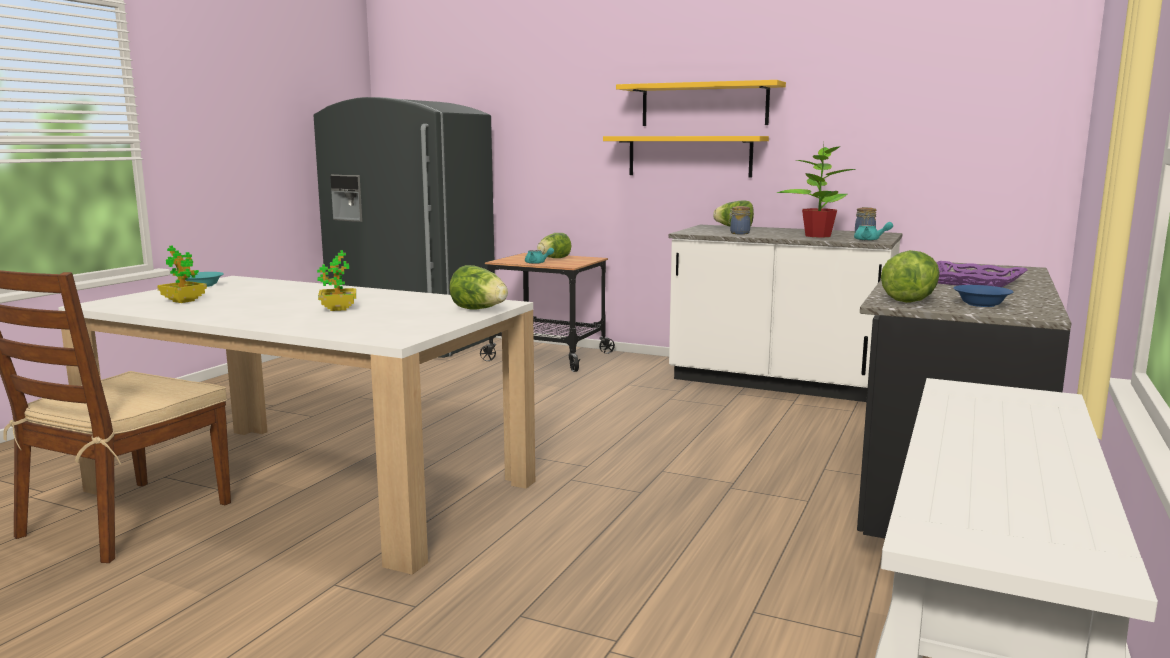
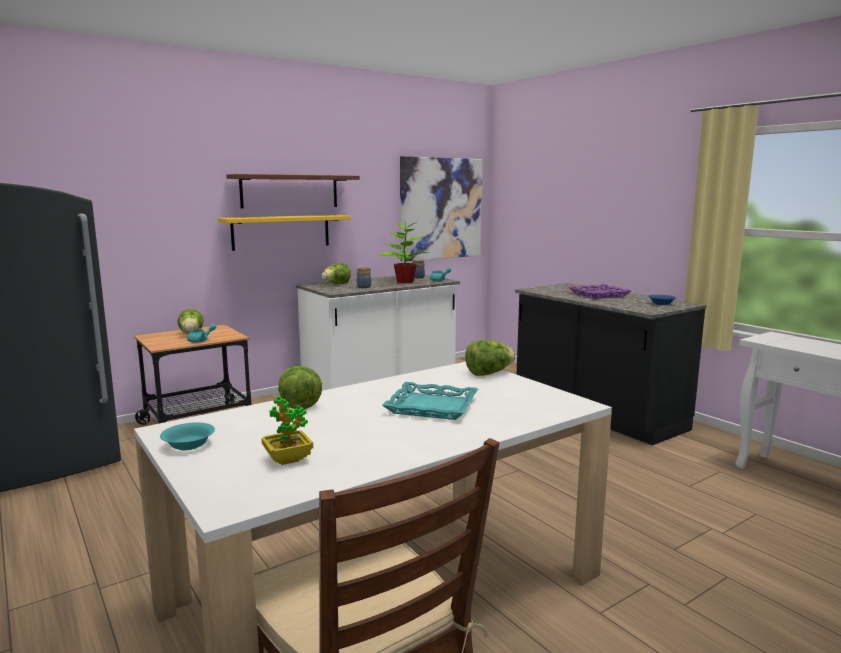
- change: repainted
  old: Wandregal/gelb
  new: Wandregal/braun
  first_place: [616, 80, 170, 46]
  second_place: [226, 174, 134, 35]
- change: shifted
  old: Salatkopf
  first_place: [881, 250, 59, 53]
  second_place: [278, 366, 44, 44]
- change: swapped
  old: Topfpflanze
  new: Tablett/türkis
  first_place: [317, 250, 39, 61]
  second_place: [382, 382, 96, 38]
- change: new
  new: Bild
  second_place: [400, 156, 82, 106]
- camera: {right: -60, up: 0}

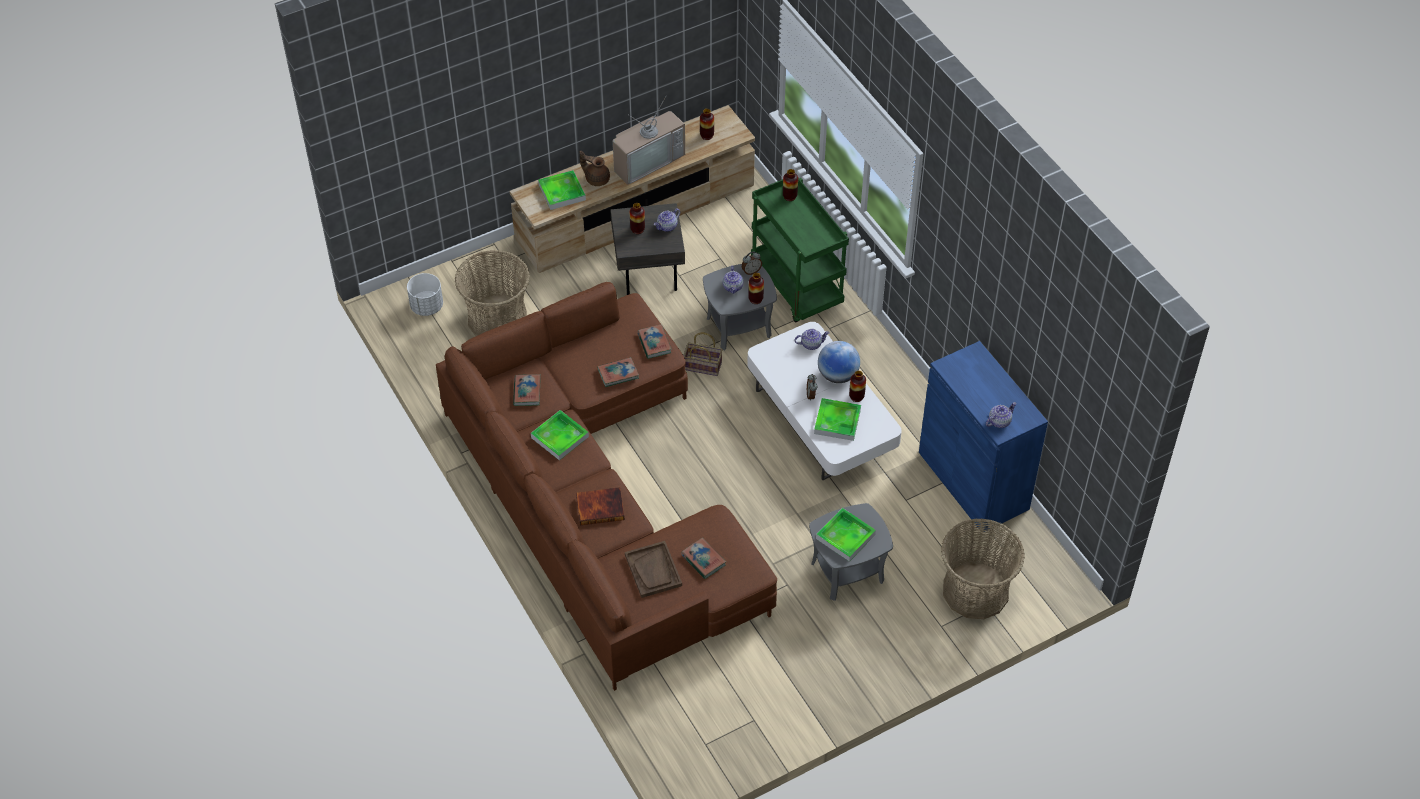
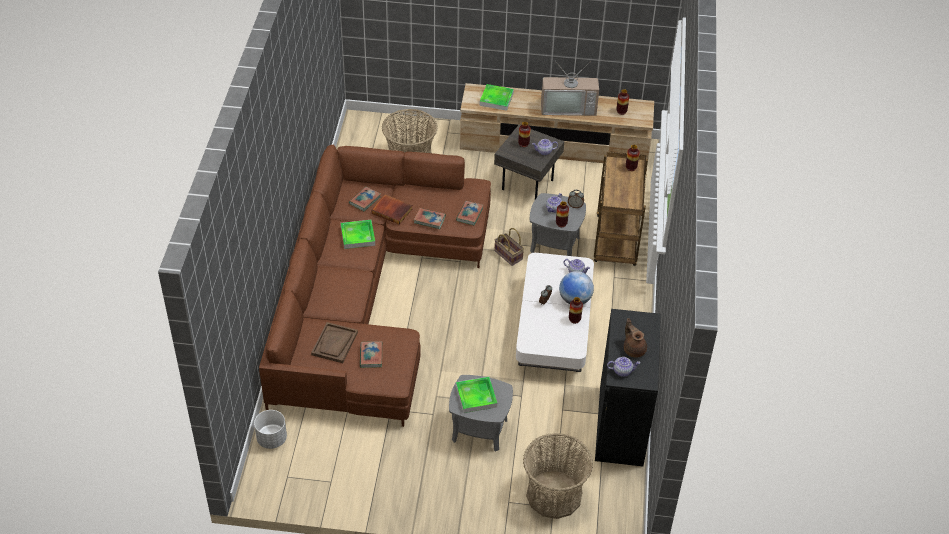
- change: shifted
  old: Pflanzkübel/weiß
  first_place: [407, 273, 36, 43]
  second_place: [254, 410, 33, 39]
- change: shifted
  old: Buch
  first_place: [576, 487, 48, 38]
  second_place: [372, 194, 40, 31]
- change: repainted
  old: Rollwagen/grün
  new: Rollwagen/braun
  first_place: [751, 178, 98, 144]
  second_place: [594, 151, 54, 115]
- change: repainted
  old: Schrank/blau
  new: Schrank/schwarz
  first_place: [919, 341, 129, 191]
  second_place: [595, 309, 66, 157]
- change: shifted
  old: Teekanne/braun
  first_place: [580, 151, 30, 35]
  second_place: [624, 318, 23, 40]
- change: gone
  old: Tablett
  first_place: [814, 398, 47, 43]
- camera: {right: 35, up: -5}

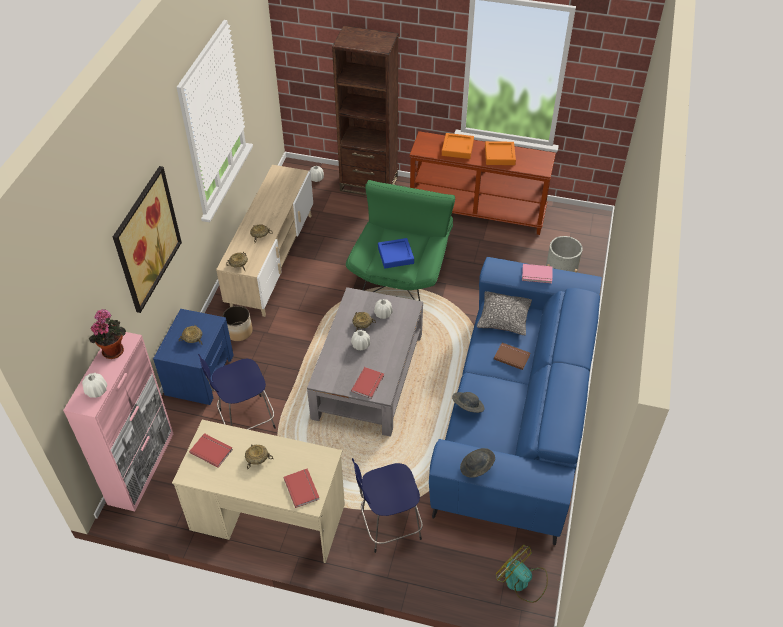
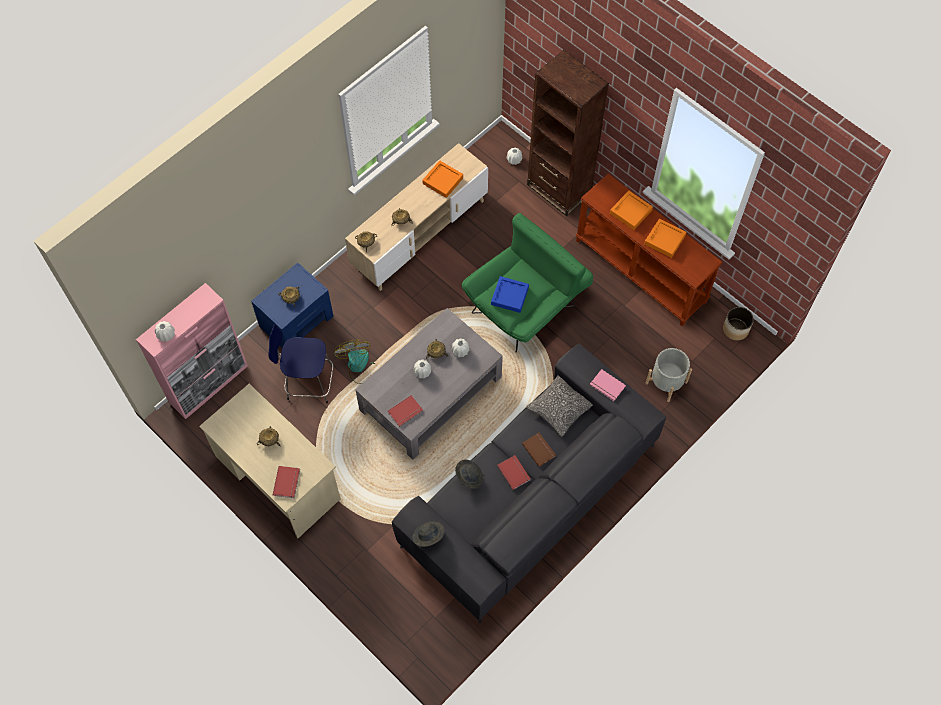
- change: shifted
  old: Ventilator
  first_place: [495, 544, 53, 59]
  second_place: [334, 339, 41, 45]
- change: repainted
  old: Sofa/blau
  new: Sofa/grau
  first_place: [429, 257, 173, 289]
  second_place: [392, 344, 274, 279]
- change: new
  new: Tablett/orange
  second_place: [422, 160, 41, 38]
- change: shifted
  old: Buch/rot
  first_place: [189, 433, 44, 35]
  second_place: [497, 455, 33, 35]
- change: shifted
  old: Pflanzkübel
  first_place: [222, 306, 31, 35]
  second_place: [723, 307, 31, 34]
- change: gone
  old: Topfpflanze
  first_place: [89, 309, 37, 50]
- change: gone
  old: Bild
  first_place: [113, 166, 69, 147]
- change: gone
  old: Hocker/blau
  first_place: [352, 458, 71, 95]
- camera: {right: 30, up: 15}

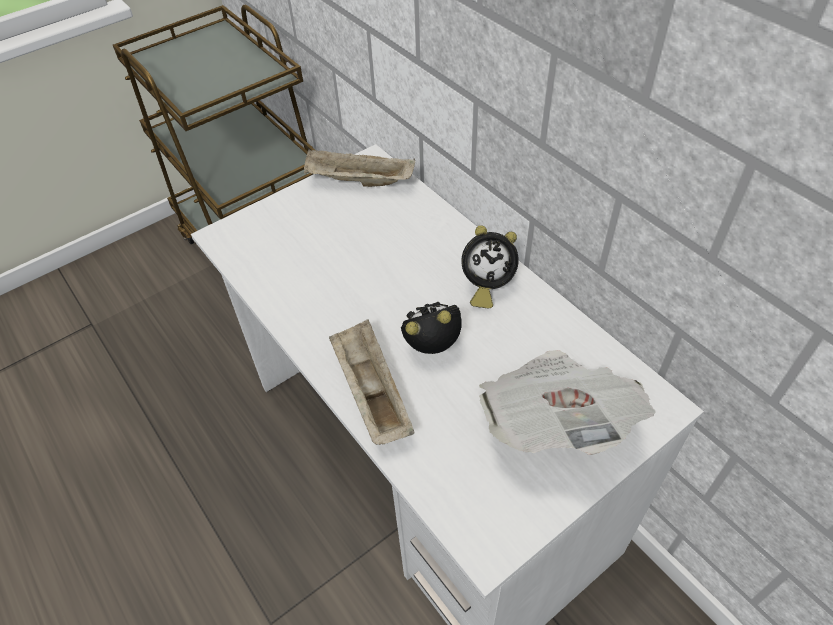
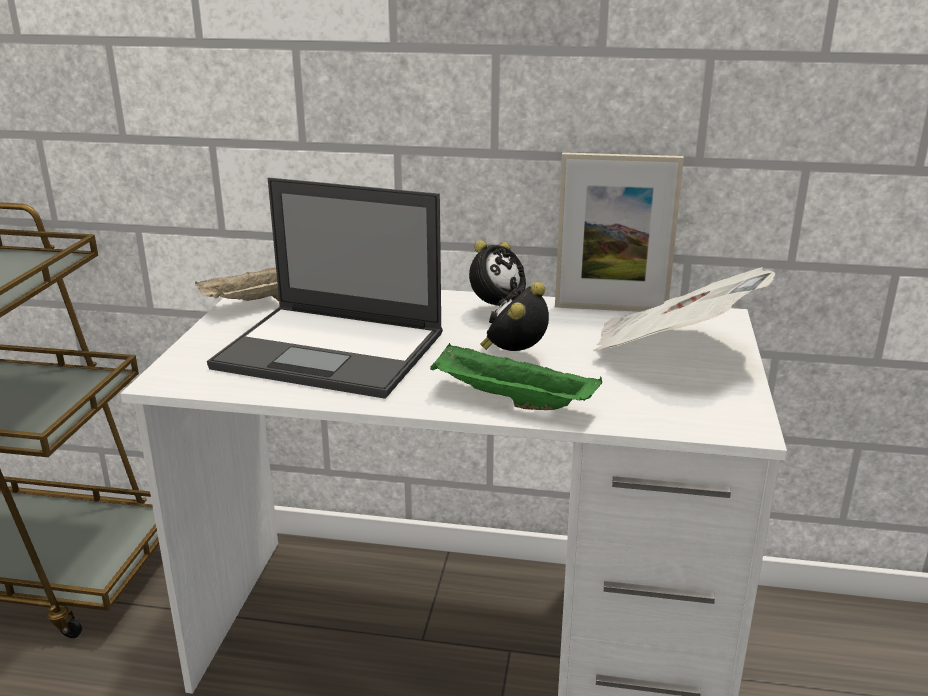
- change: new
  new: Laptop
  second_place: [207, 177, 236, 222]
- change: repainted
  old: Tablett/beige
  new: Tablett/grün
  first_place: [329, 319, 86, 126]
  second_place: [430, 343, 172, 67]
- change: new
  new: Bilderrahmen
  second_place: [555, 152, 129, 160]
- camera: {right: -45, up: -25}

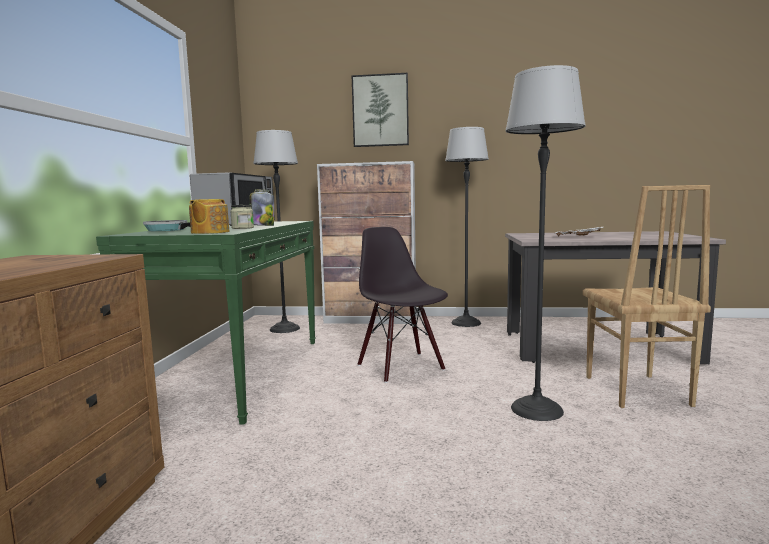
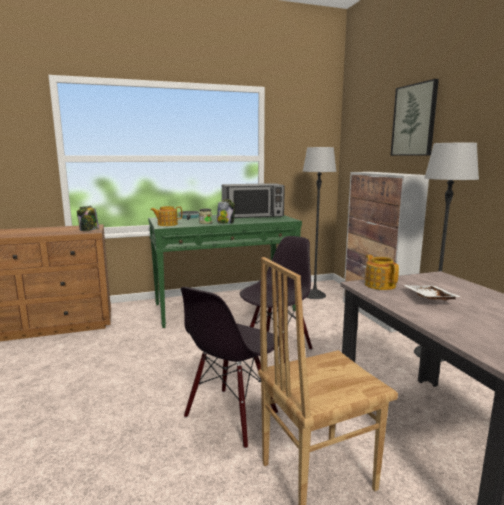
- change: new
  new: Vorratsglas
  second_place: [77, 206, 22, 25]
- change: swapped
  old: Stehlampe
  new: Stuhl/schwarz
  first_place: [506, 65, 80, 356]
  second_place: [181, 287, 98, 162]
- change: new
  new: Teekanne
  second_place: [365, 255, 34, 35]
- camera: {right: 65, up: 5}

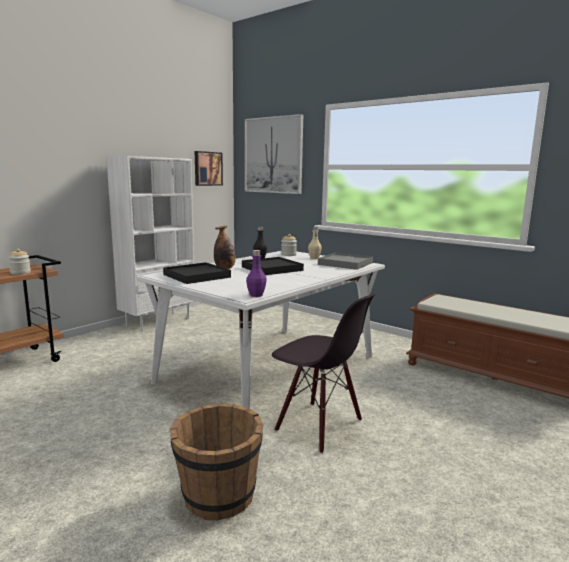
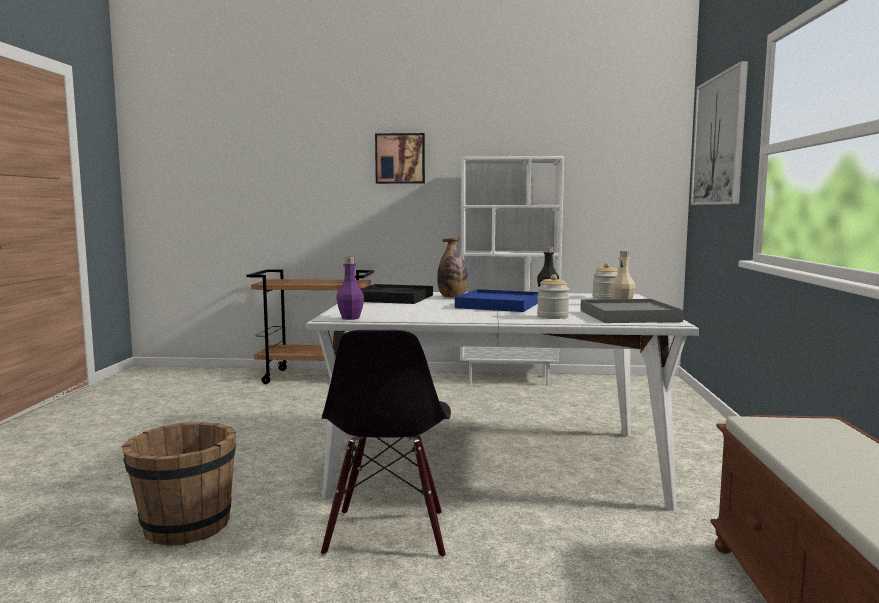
- change: shifted
  old: Bild
  first_place: [195, 151, 28, 35]
  second_place: [375, 133, 50, 51]
- change: repainted
  old: Tablett/schwarz
  new: Tablett/blau
  first_place: [242, 257, 62, 18]
  second_place: [455, 289, 84, 23]
- change: shifted
  old: Vorratsglas
  first_place: [8, 249, 23, 26]
  second_place: [537, 274, 33, 45]
- camera: {right: 55, up: -5}

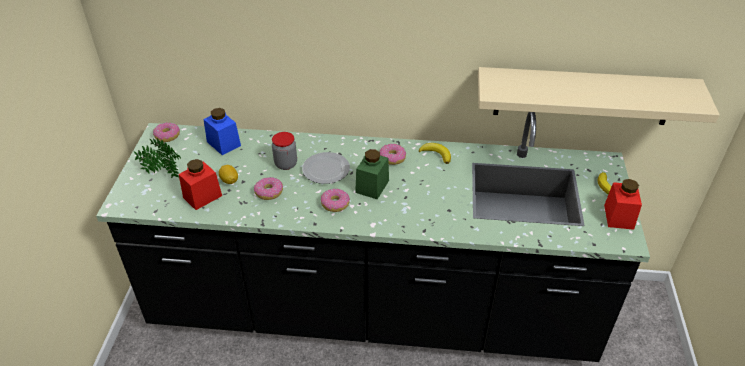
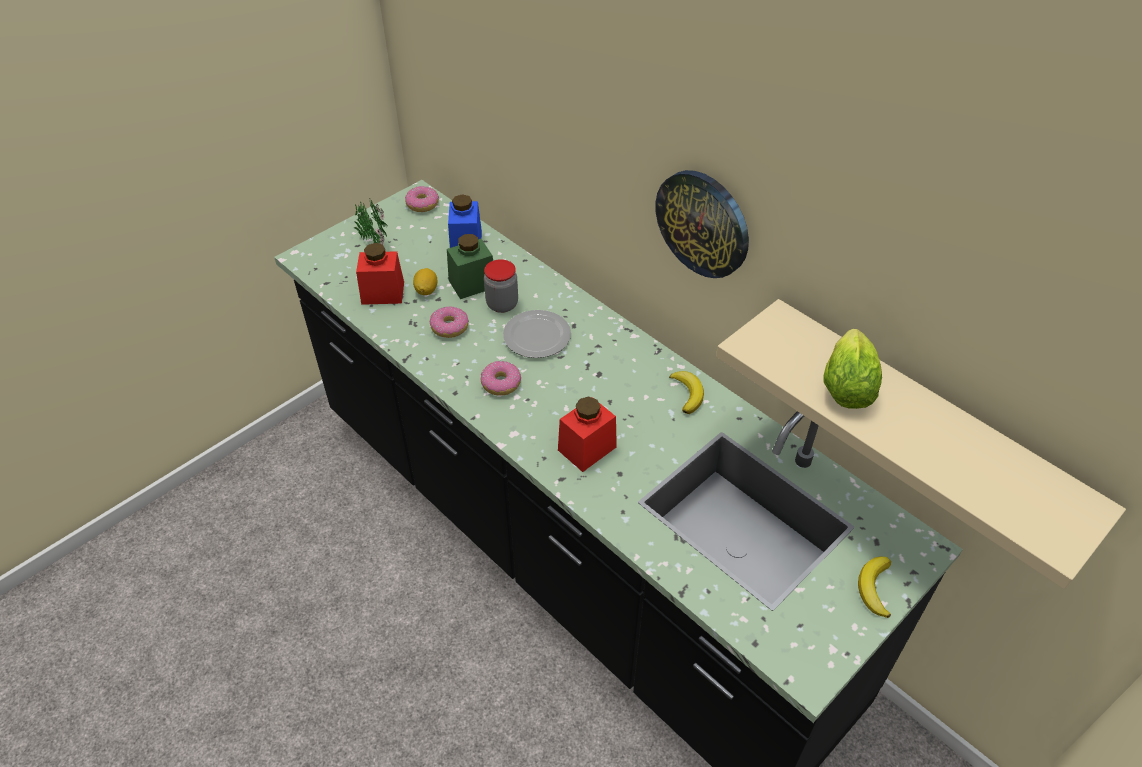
- change: shifted
  old: Vorratsglas/grün
  first_place: [355, 150, 34, 49]
  second_place: [447, 234, 46, 65]
- change: shifted
  old: Vorratsglas/rot
  first_place: [604, 179, 38, 51]
  second_place: [558, 397, 59, 75]
- change: new
  new: Wanduhr
  second_place: [655, 170, 94, 108]
- change: new
  new: Salatkopf
  second_place: [824, 329, 58, 80]
- change: gone
  old: Donut
  first_place: [379, 144, 27, 21]
- camera: {right: 40, up: 5}

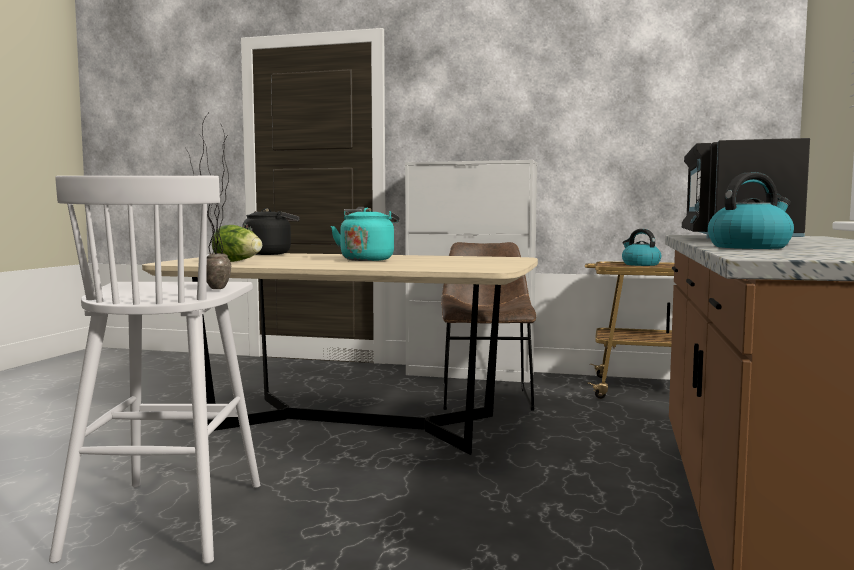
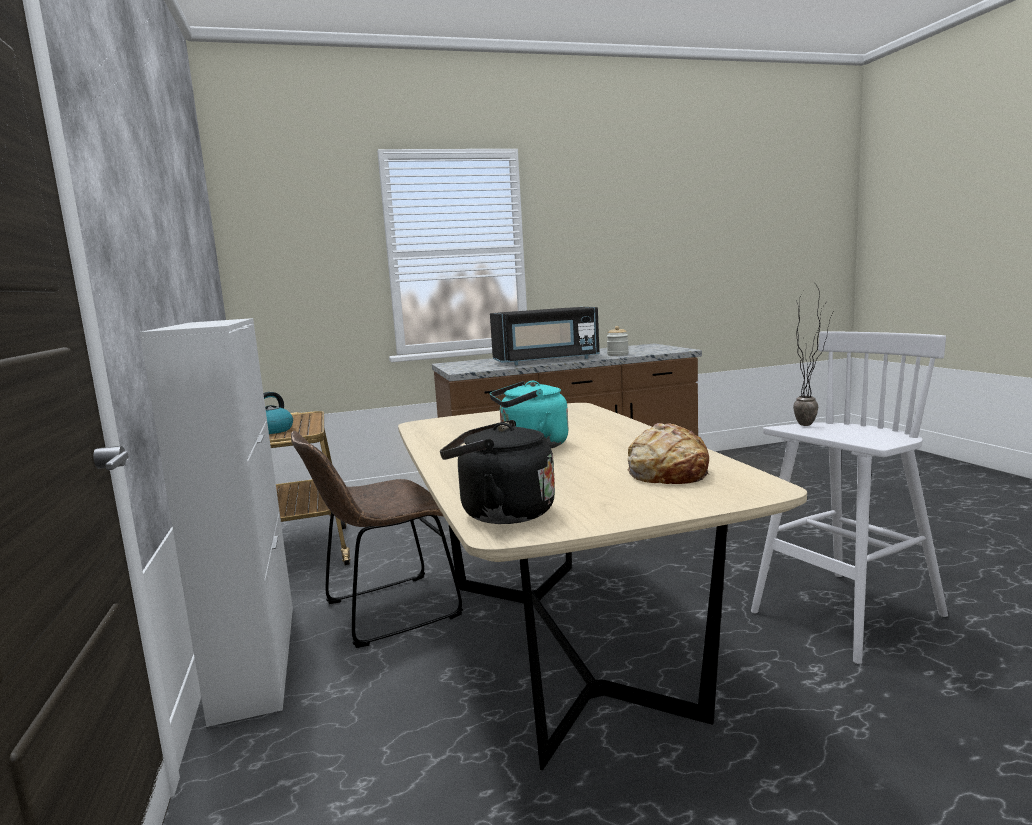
- change: swapped
  old: Wasserkessel
  new: Vorratsglas
  first_place: [708, 172, 86, 77]
  second_place: [607, 326, 22, 30]
- change: swapped
  old: Salatkopf
  new: Brot
  first_place: [212, 225, 50, 37]
  second_place: [627, 423, 82, 61]
- camera: {right: -120, up: 5}

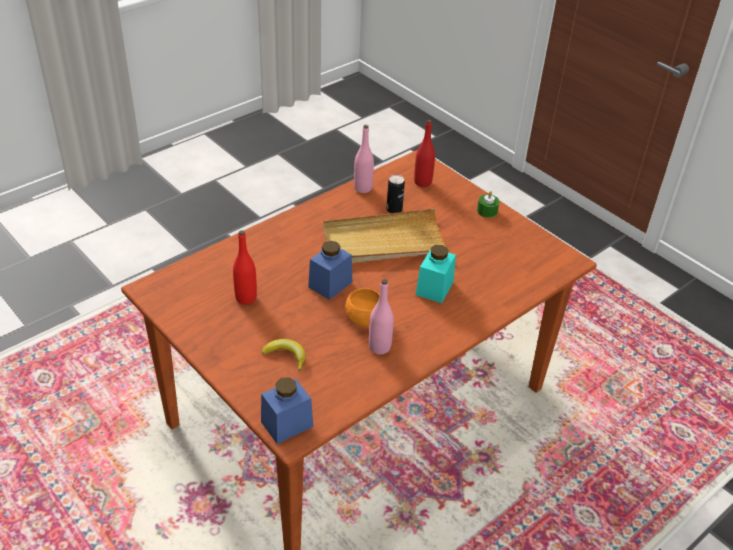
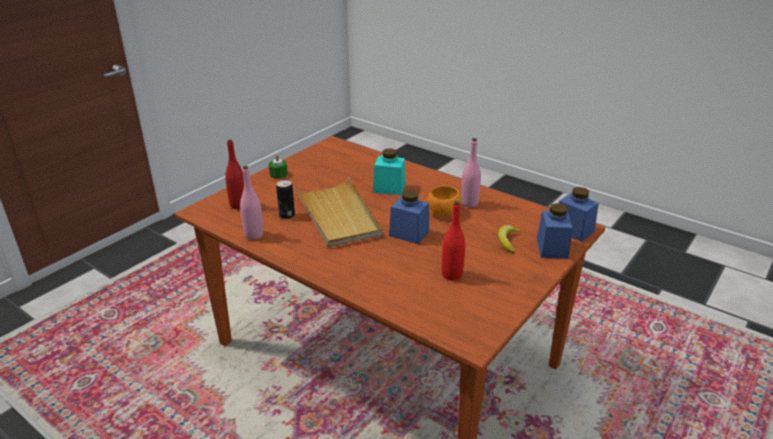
- change: new
  new: Vorratsglas/blau
  second_place: [537, 203, 36, 56]
- camera: {right: -100, up: -10}

